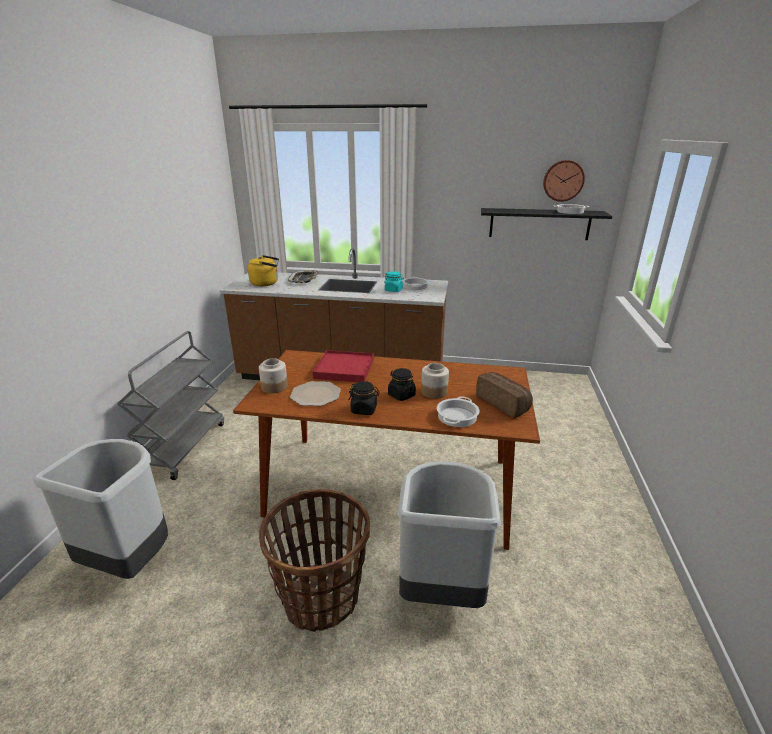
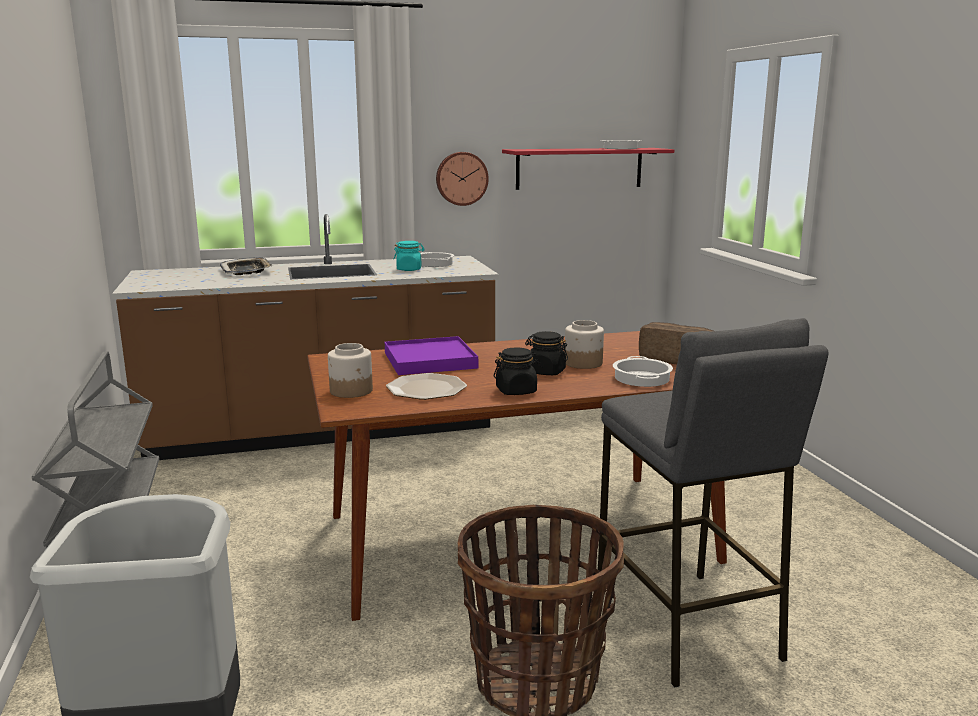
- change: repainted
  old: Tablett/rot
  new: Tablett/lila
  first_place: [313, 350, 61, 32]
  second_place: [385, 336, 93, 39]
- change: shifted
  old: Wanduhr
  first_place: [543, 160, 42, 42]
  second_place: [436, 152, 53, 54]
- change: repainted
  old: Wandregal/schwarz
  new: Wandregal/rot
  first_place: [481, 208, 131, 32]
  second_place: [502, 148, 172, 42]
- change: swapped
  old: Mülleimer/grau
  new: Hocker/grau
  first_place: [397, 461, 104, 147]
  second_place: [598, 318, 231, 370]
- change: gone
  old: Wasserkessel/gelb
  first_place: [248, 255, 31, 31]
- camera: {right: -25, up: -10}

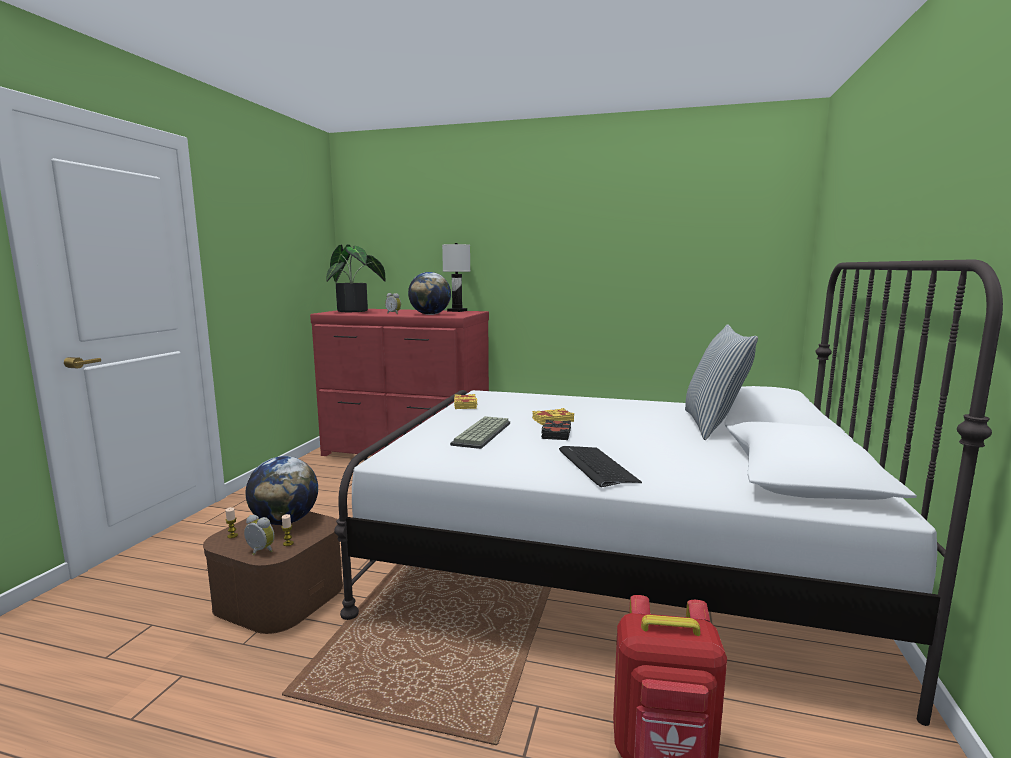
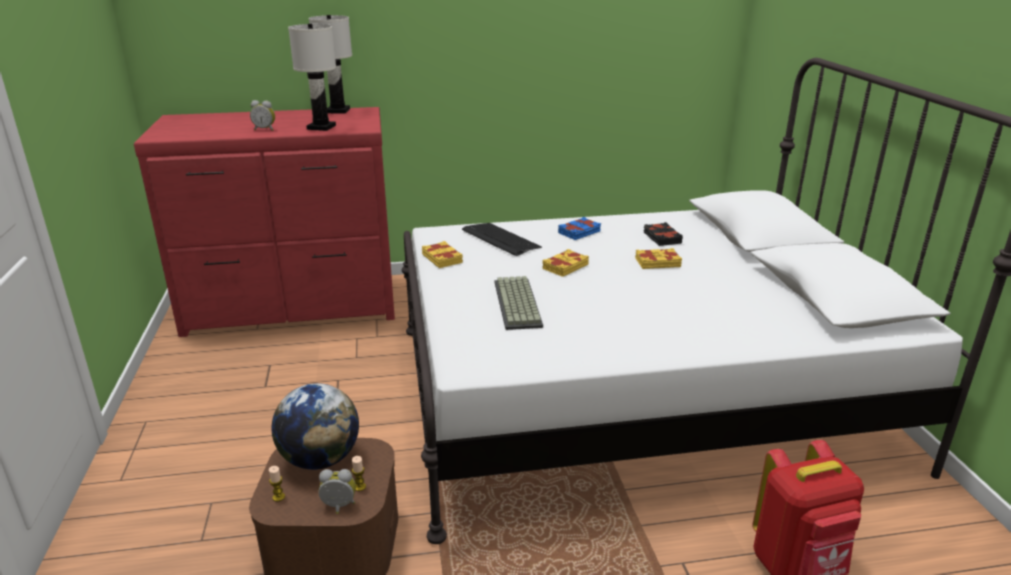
- change: swapped
  old: Globus
  new: Tischlampe/weiß
  first_place: [408, 272, 43, 43]
  second_place: [288, 24, 48, 107]
- change: shifted
  old: Tastatur
  first_place: [559, 446, 83, 41]
  second_place: [462, 223, 80, 33]
- change: new
  new: Buch/blau
  second_place: [558, 217, 43, 23]
- change: new
  new: Buch/gelb
  second_place: [635, 248, 47, 21]
- change: shifted
  old: Buch/schwarz
  first_place: [541, 420, 30, 20]
  second_place: [644, 222, 39, 24]
- change: gone
  old: Topfpflanze
  first_place: [326, 245, 60, 67]
- change: gone
  old: Kissen
  first_place: [685, 325, 73, 115]
- camera: {right: -25, up: 15}

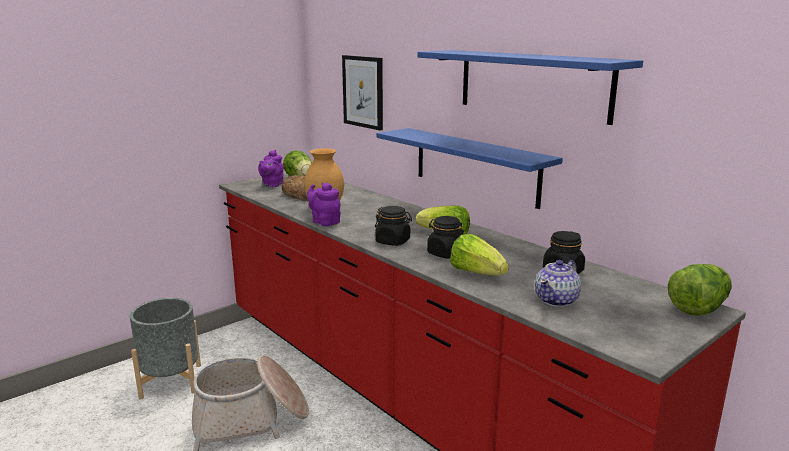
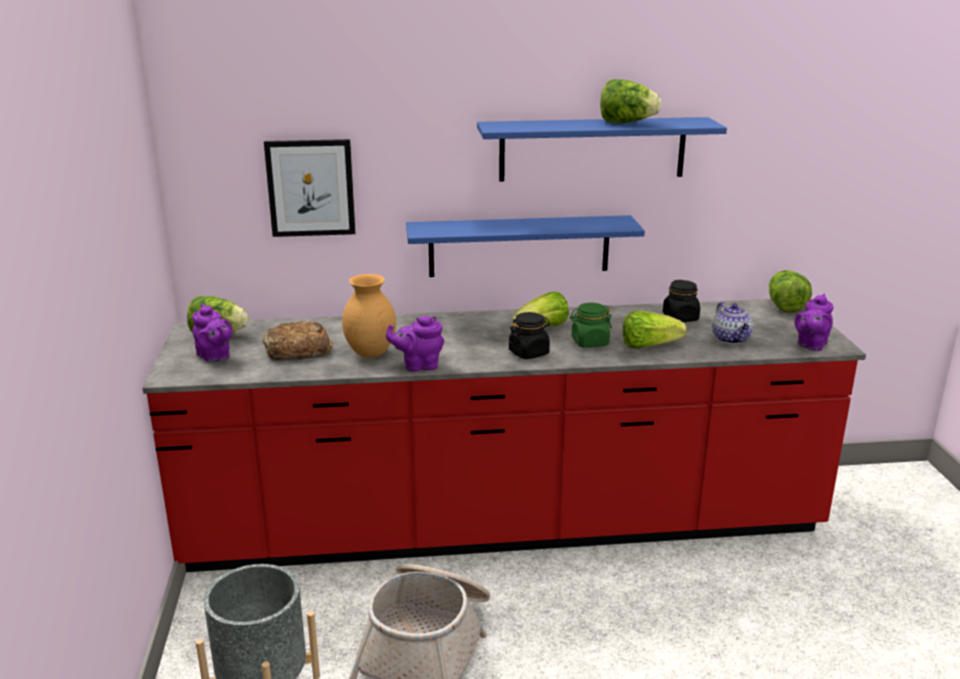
- change: repainted
  old: Vorratsglas/schwarz
  new: Vorratsglas/grün
  first_place: [427, 216, 37, 43]
  second_place: [570, 303, 42, 45]
- change: new
  new: Salatkopf
  second_place: [600, 79, 62, 45]
- change: new
  new: Teekanne/lila
  second_place: [795, 294, 39, 57]
- camera: {right: -55, up: 5}

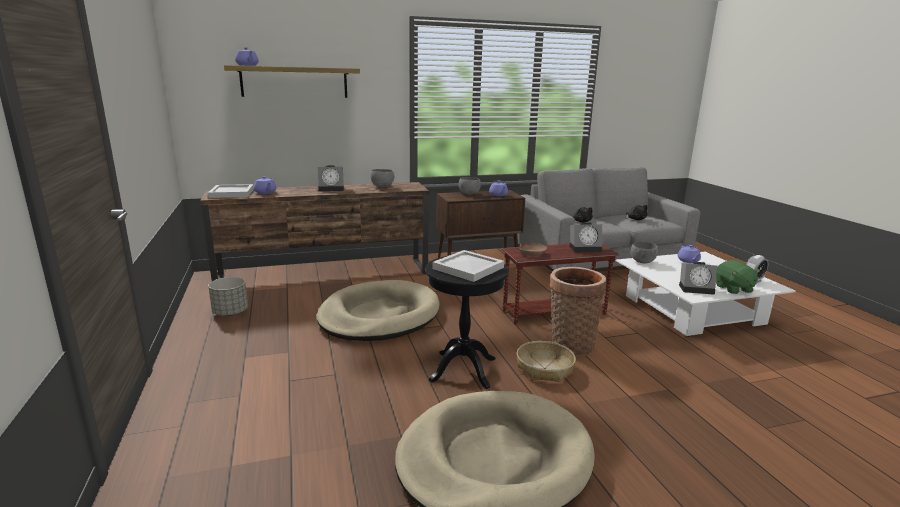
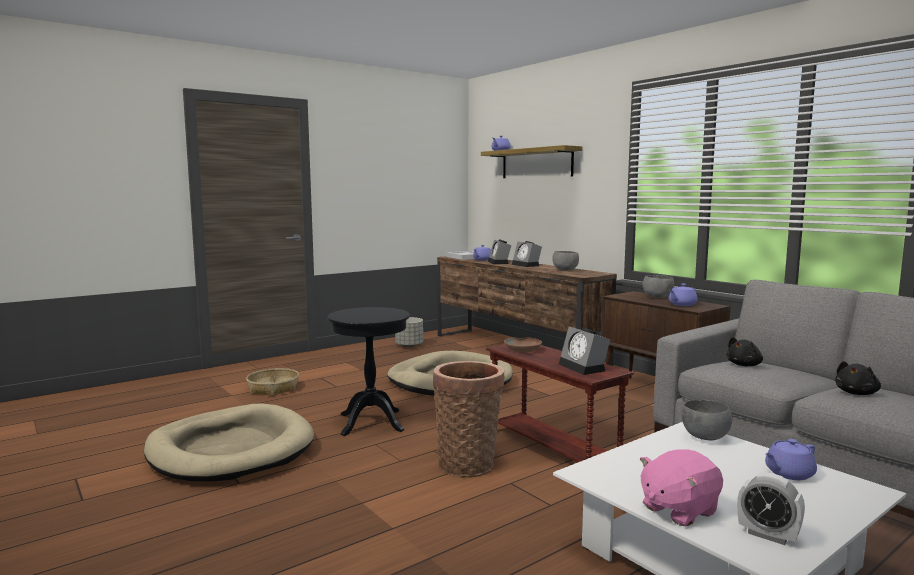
- change: shifted
  old: Korb
  first_place: [517, 341, 59, 41]
  second_place: [246, 368, 53, 28]
- change: shifted
  old: Wecker
  first_place: [679, 262, 38, 33]
  second_place: [488, 239, 24, 25]
- change: repainted
  old: Plüschtier/grün
  new: Plüschtier/rosa
  first_place: [716, 260, 44, 34]
  second_place: [640, 449, 83, 77]
- change: gone
  old: Tablett/weiß
  first_place: [432, 250, 72, 32]
- camera: {right: 70, up: -10}

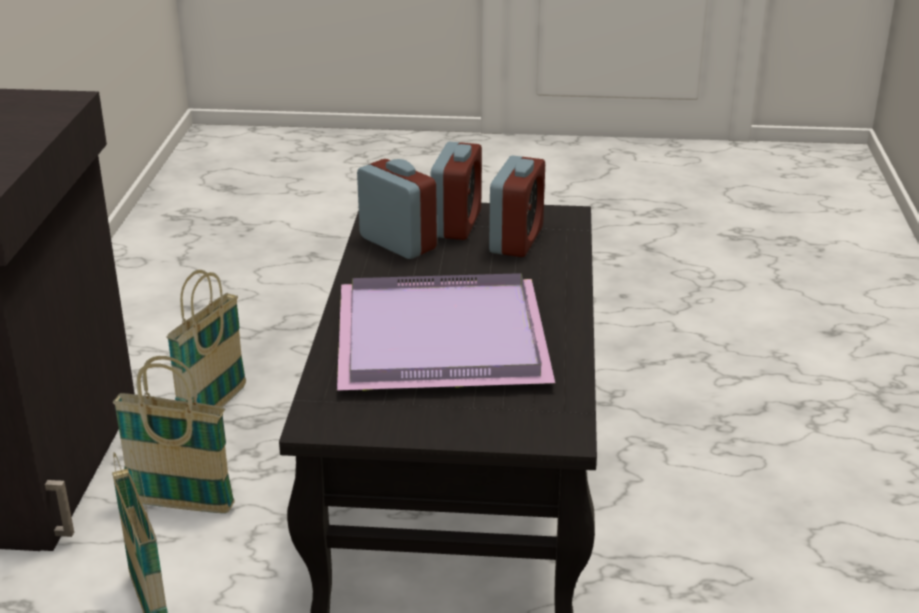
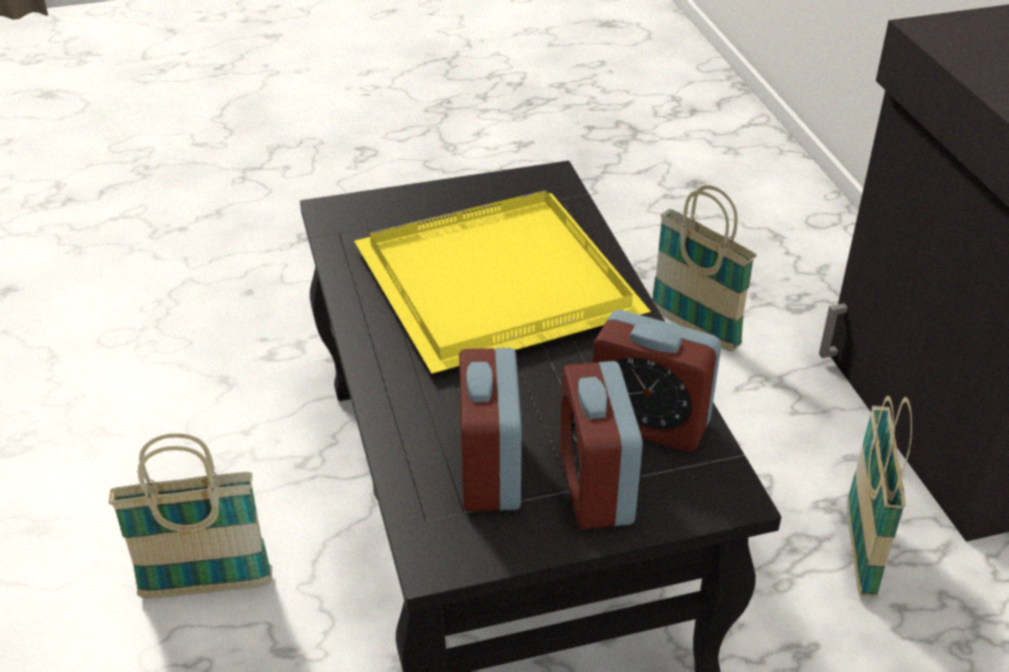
- change: shifted
  old: Korb
  first_place: [113, 356, 122, 157]
  second_place: [109, 434, 163, 164]
- change: repainted
  old: Tablett/lila
  new: Tablett/gelb
  first_place: [337, 273, 218, 118]
  second_place: [354, 190, 297, 184]
- camera: {right: 160, up: 10}

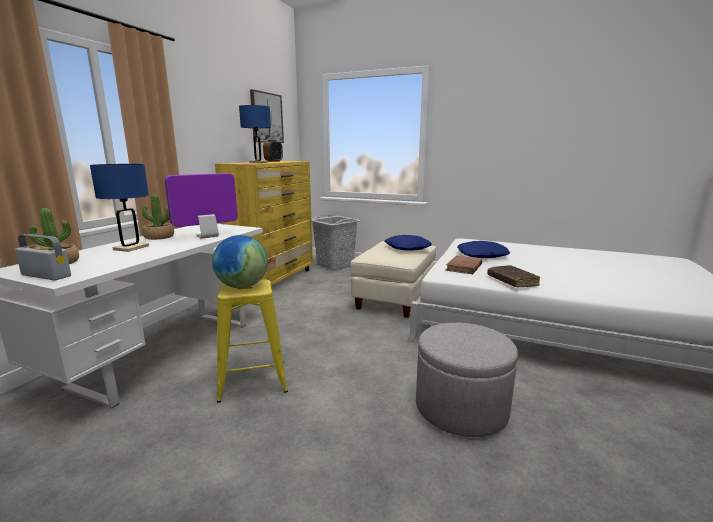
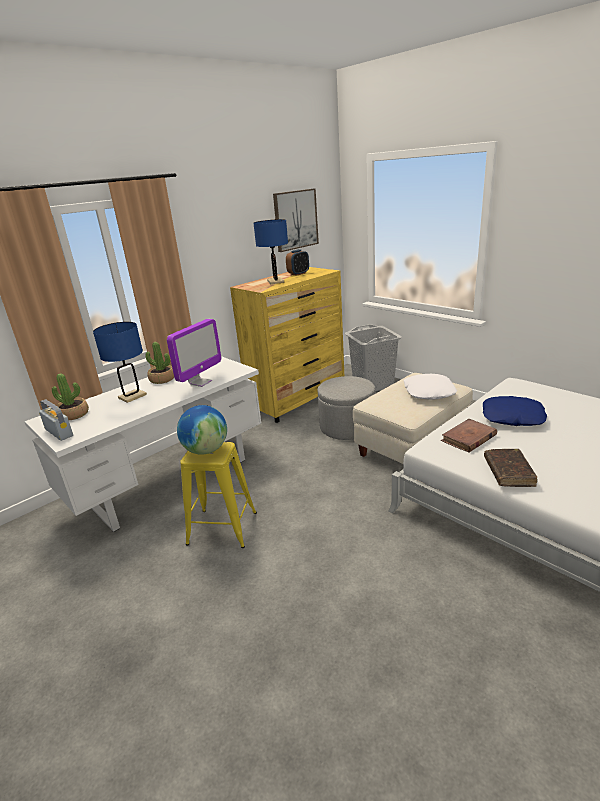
- change: rotated
  old: Monitor
  first_place: [165, 173, 73, 66]
  second_place: [167, 319, 54, 68]
  degrees: 135
- change: shifted
  old: Polsterhocker/grau
  first_place: [416, 323, 102, 114]
  second_place: [317, 376, 58, 64]
- change: repainted
  old: Kissen/blau
  new: Kissen/weiß
  first_place: [385, 235, 47, 16]
  second_place: [403, 374, 54, 26]
- camera: {right: 25, up: 10}

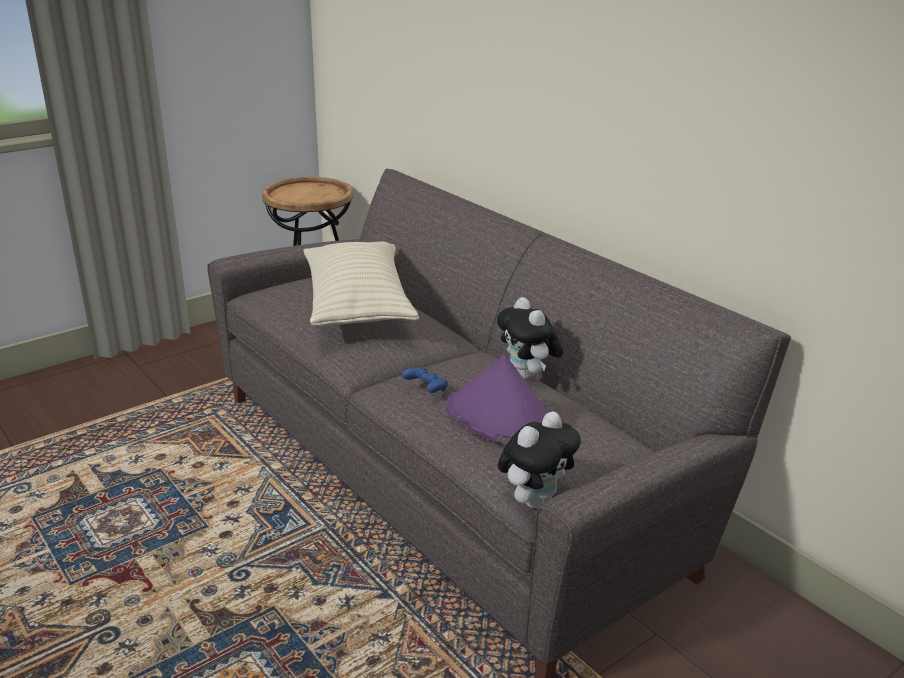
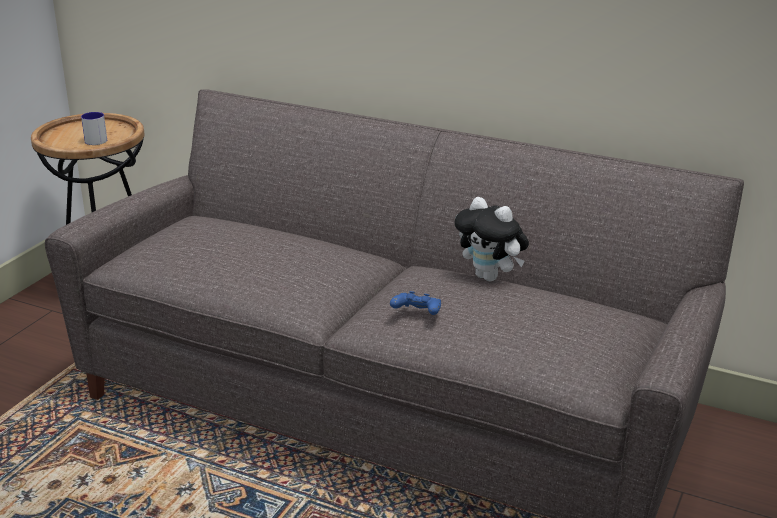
- change: new
  new: Henkelbecher
  second_place: [81, 112, 26, 33]
- change: gone
  old: Kissen/beige
  first_place: [303, 242, 116, 84]
- change: gone
  old: Hut/lila
  first_place: [446, 355, 103, 90]
- change: gone
  old: Plüschtier
  first_place: [498, 411, 83, 98]
- camera: {right: -25, up: 0}

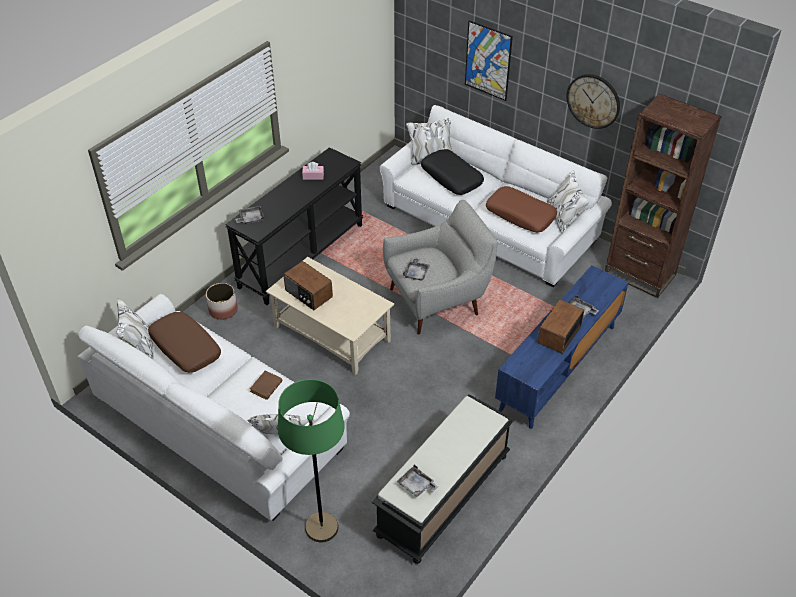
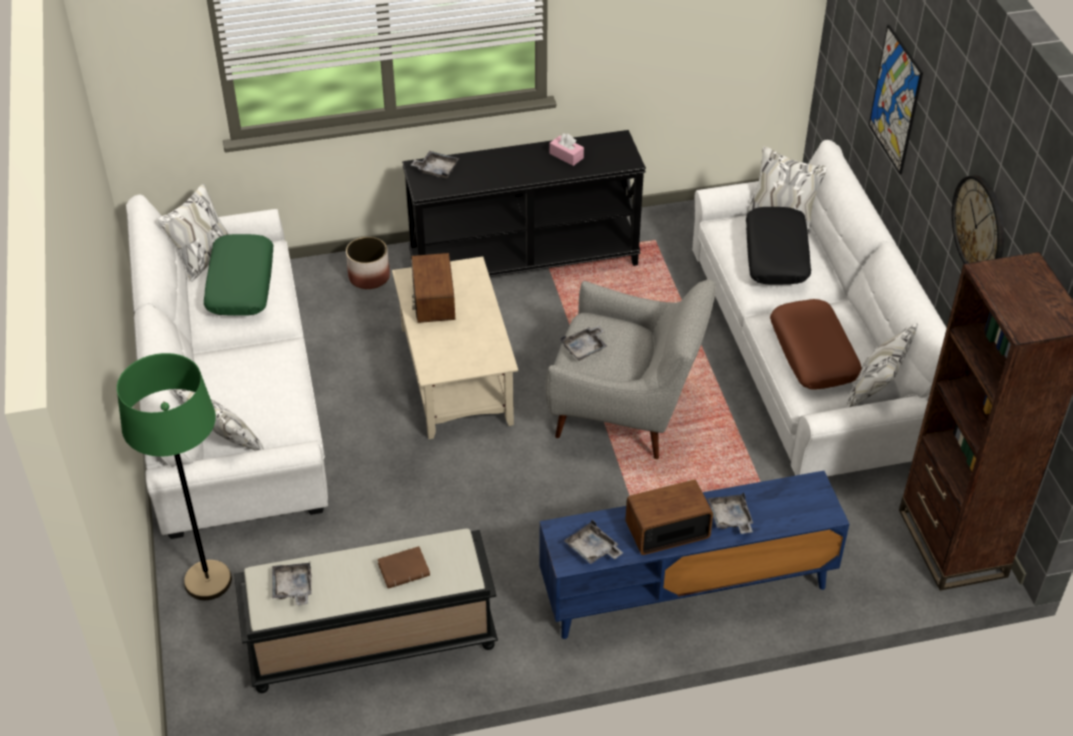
- change: repainted
  old: Kissen/braun
  new: Kissen/grün
  first_place: [148, 312, 73, 61]
  second_place: [204, 234, 69, 82]
- change: shifted
  old: Buch/braun
  first_place: [250, 370, 33, 30]
  second_place: [377, 546, 53, 43]
- change: new
  new: Tablett/grau
  second_place: [564, 520, 59, 44]
- camera: {right: 40, up: 0}

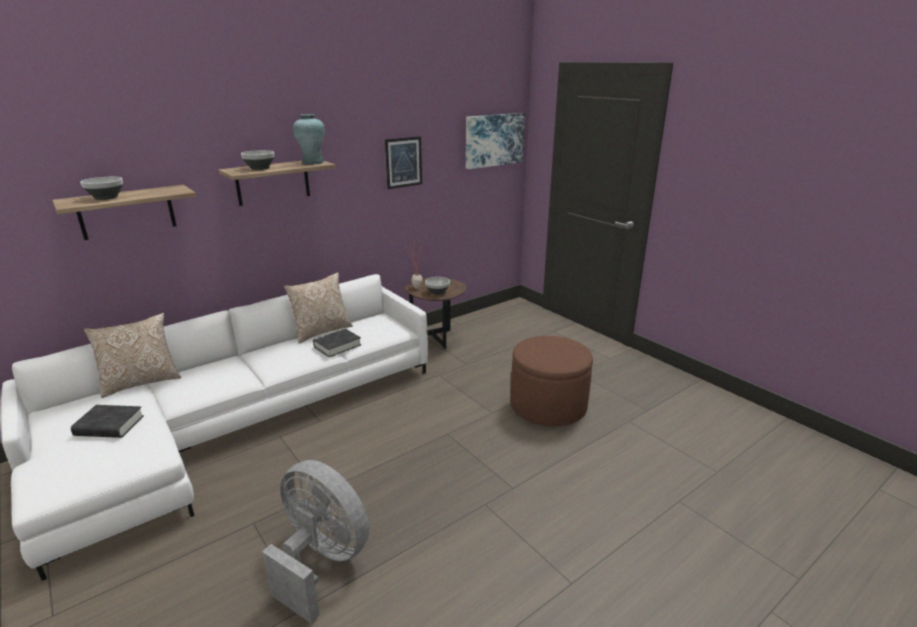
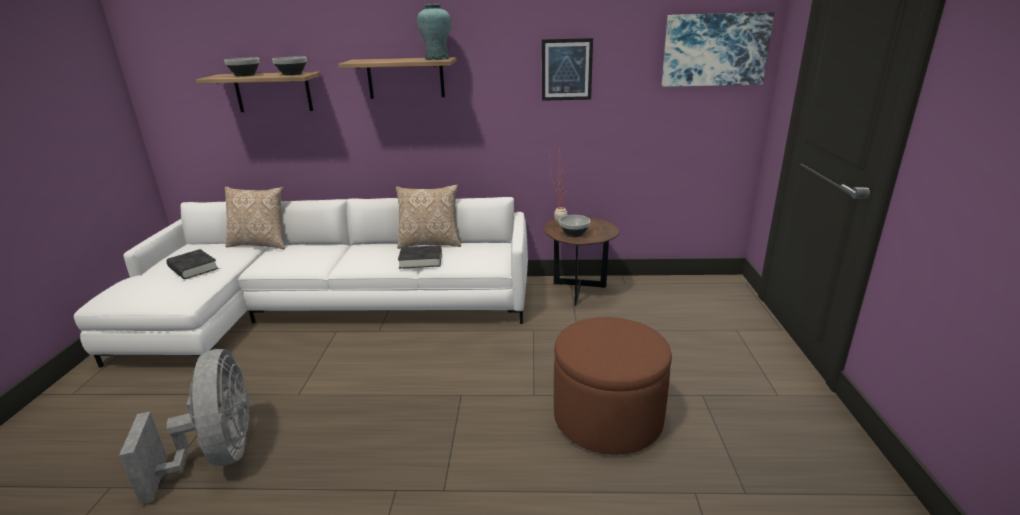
- change: shifted
  old: Schüssel
  first_place: [241, 150, 33, 20]
  second_place: [272, 56, 35, 19]
- camera: {right: 40, up: 0}

